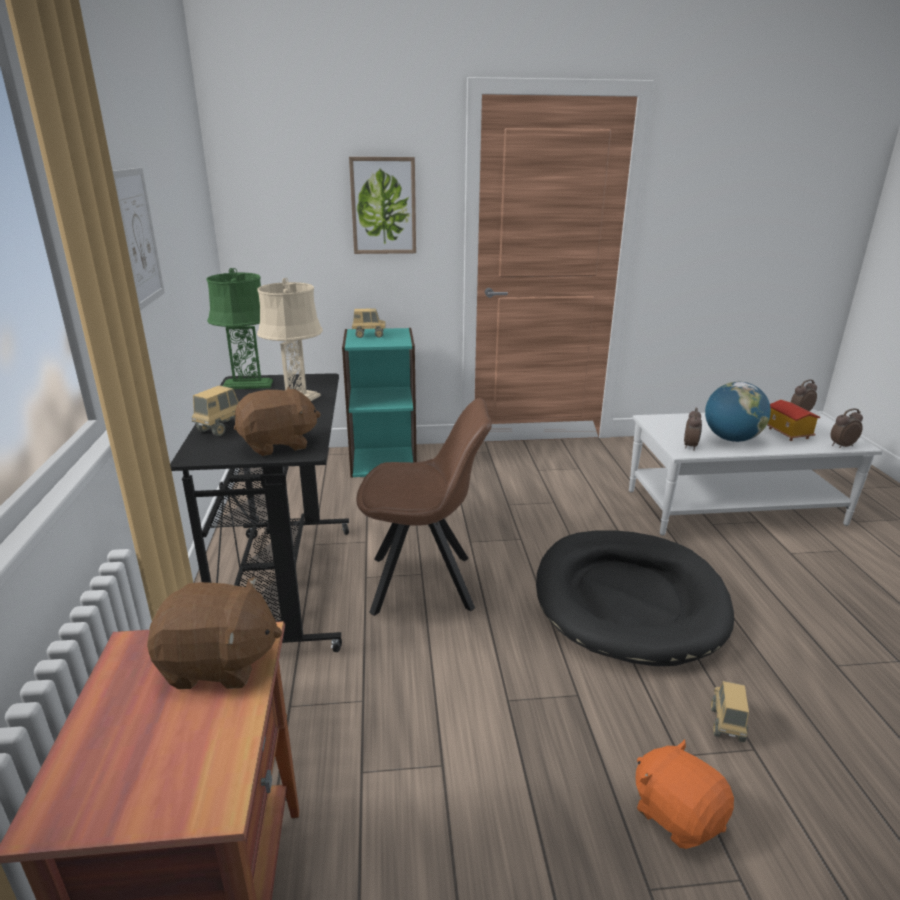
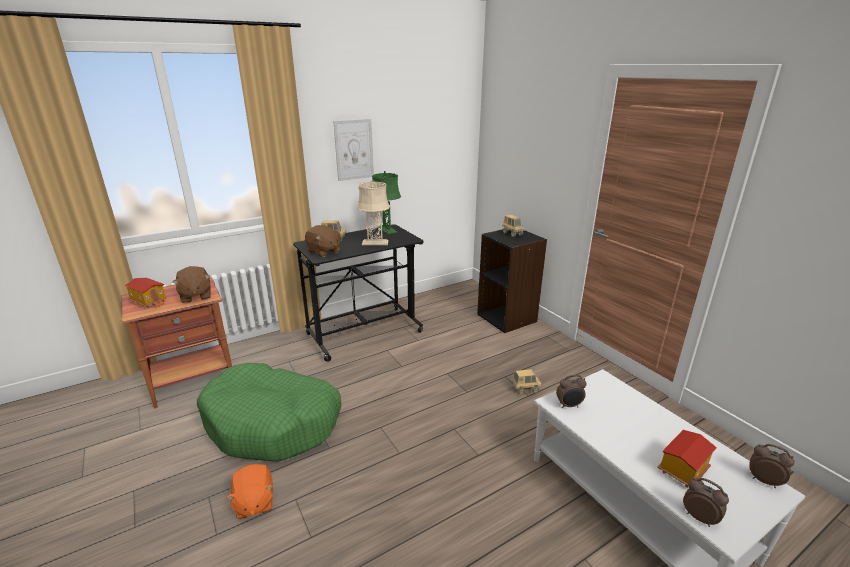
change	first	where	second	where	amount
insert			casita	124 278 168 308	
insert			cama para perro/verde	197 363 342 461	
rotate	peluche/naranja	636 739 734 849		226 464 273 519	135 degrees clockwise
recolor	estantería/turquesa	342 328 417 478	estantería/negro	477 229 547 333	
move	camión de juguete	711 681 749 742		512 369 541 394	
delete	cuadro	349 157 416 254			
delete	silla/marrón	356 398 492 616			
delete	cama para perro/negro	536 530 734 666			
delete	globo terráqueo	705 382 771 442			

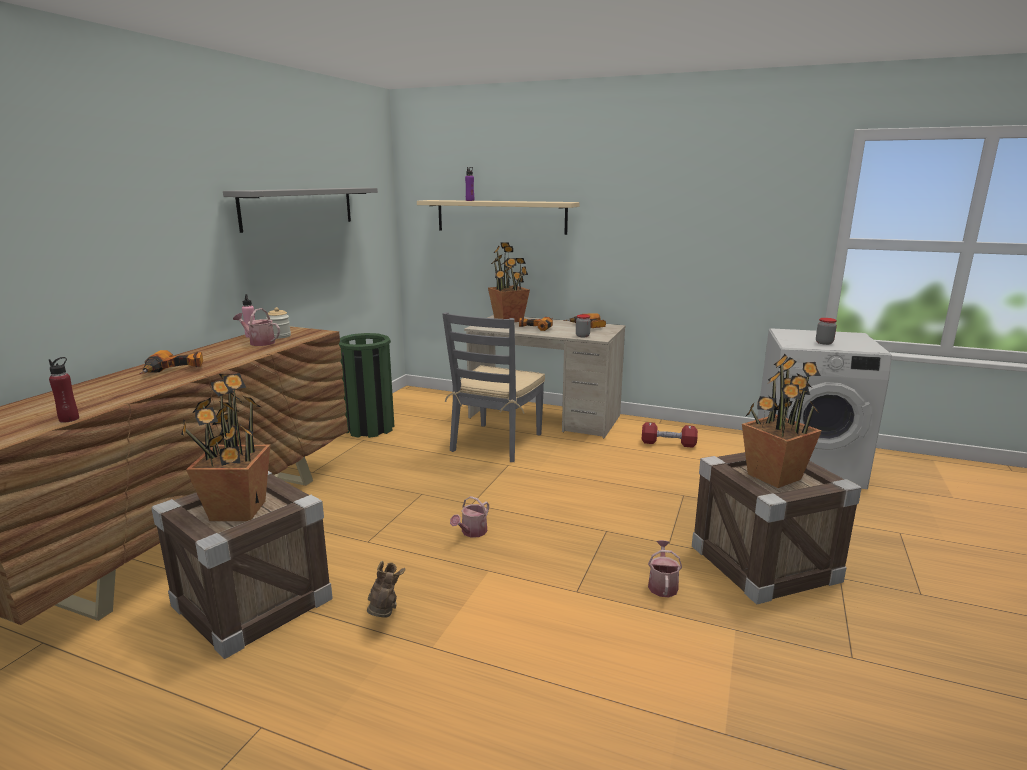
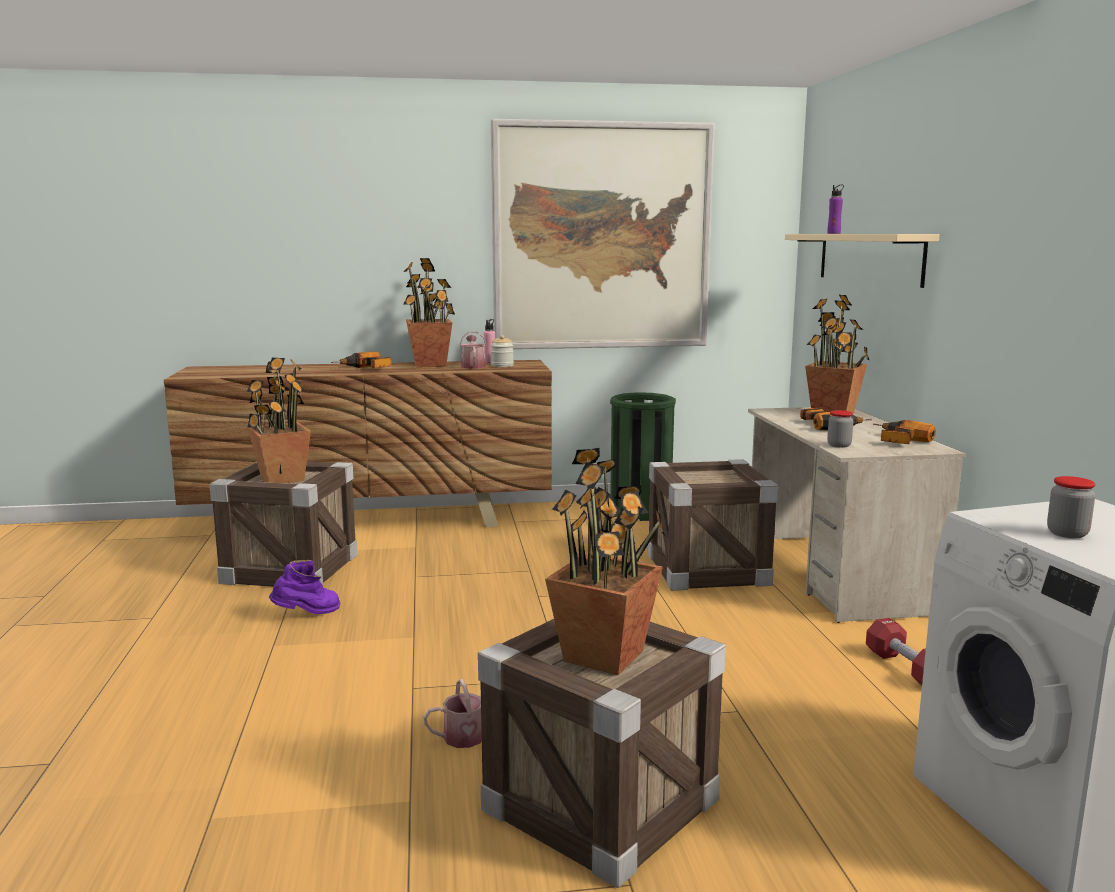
change	first	where	second	where	amount
recolor	bota/marrón	367 561 406 617	bota/morado	269 560 340 614	
insert			planta en maceta	403 258 455 368	
replace	estante/gris	223 188 378 233	cuadro	491 119 715 349	
replace	silla/gris	442 312 545 462	caja de embalaje	647 459 779 591	
delete	botella/rojo	49 357 79 423			
delete	regadera	450 496 489 538			

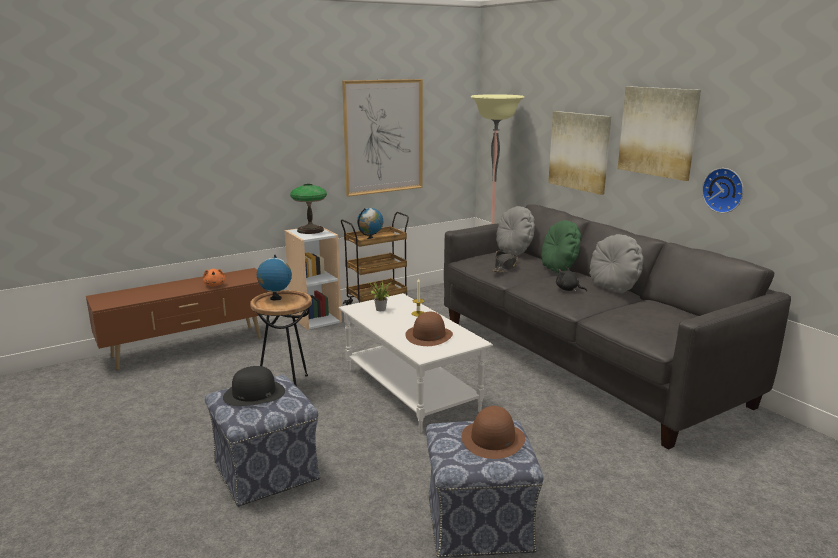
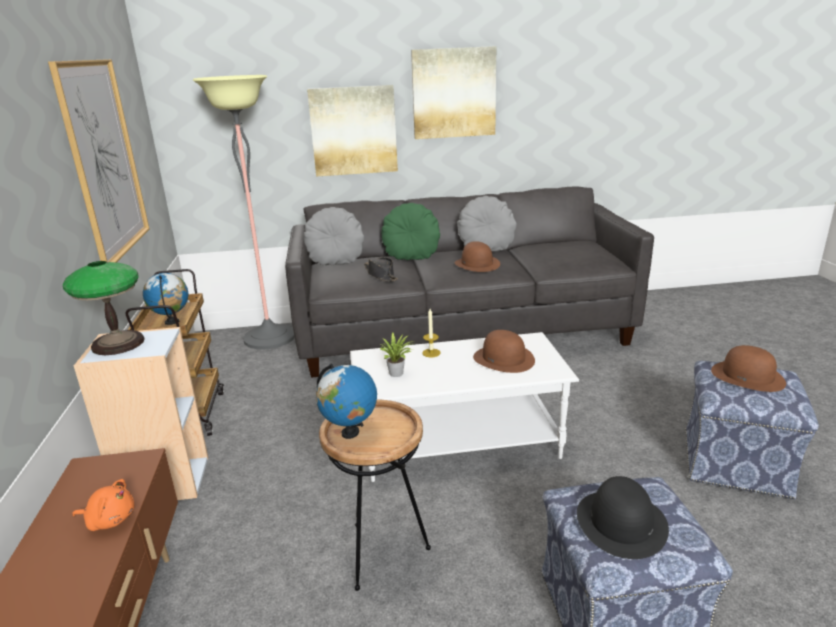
change	first	where	second	where	amount
replace	peluche/negro	556 267 587 292	sombrero/marrón	454 241 500 272	
delete	reloj de pared	702 168 744 213			

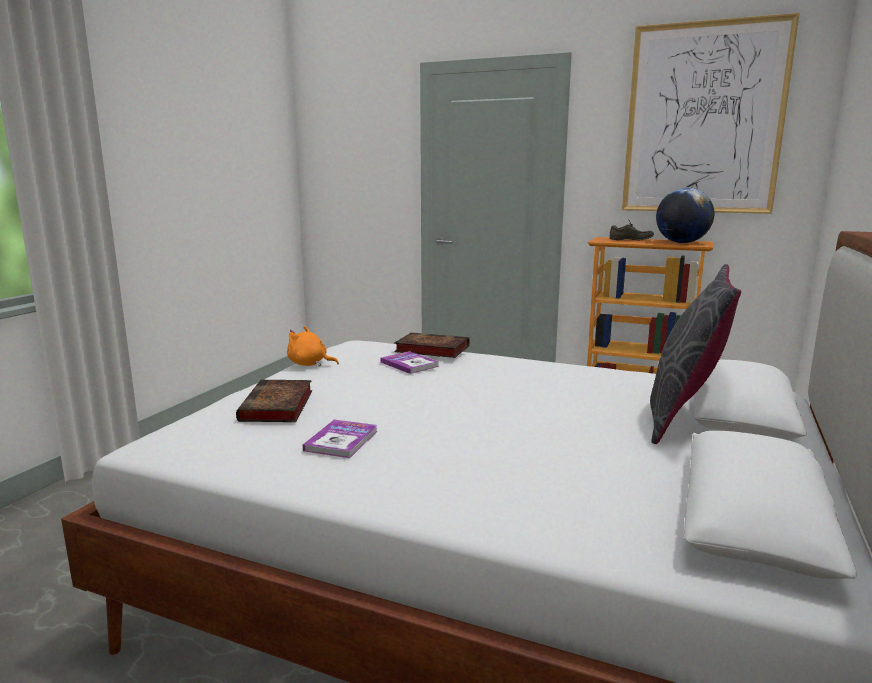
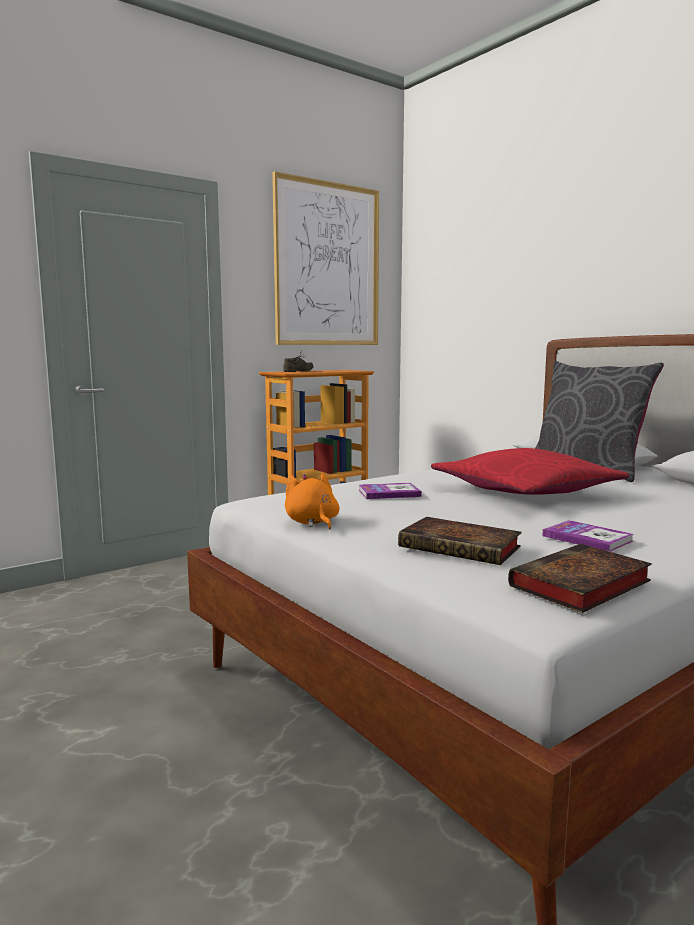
change	first	where	second	where	amount
rotate	peluche/naranja	287 326 339 366		285 472 340 530	105 degrees clockwise
insert			cojín/rojo	431 448 629 495	
move	libro	394 332 470 358		508 544 652 613	
delete	globo terráqueo	656 188 714 243			

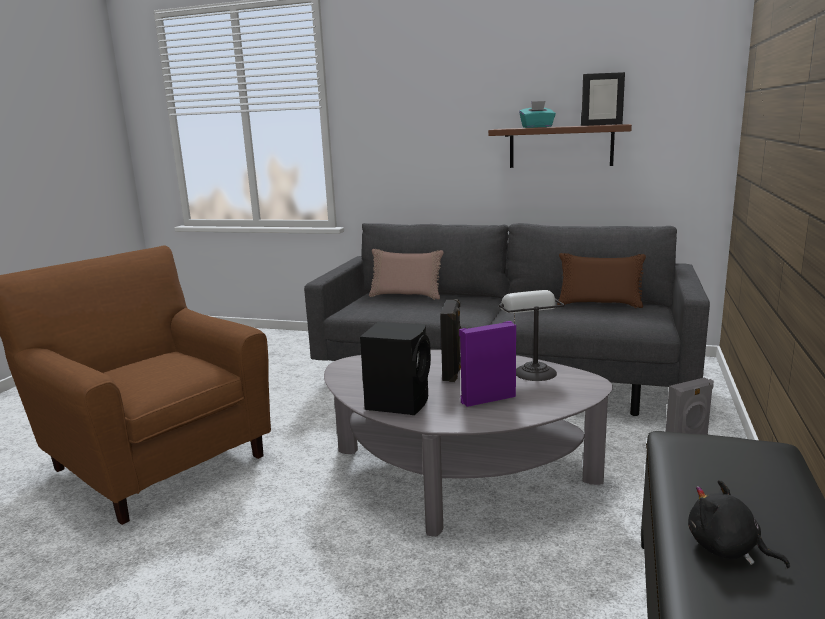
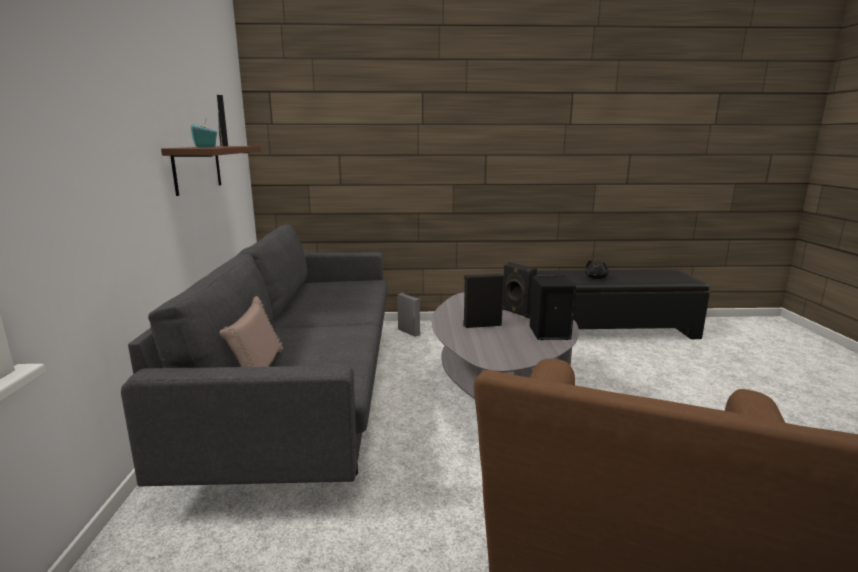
change	first	where	second	where	amount
recolor	altavoz/morado	459 321 516 407	altavoz/negro	502 262 537 318	
delete	lámpara de mesa	499 290 565 381			
delete	cojín/marrón	557 253 646 309			

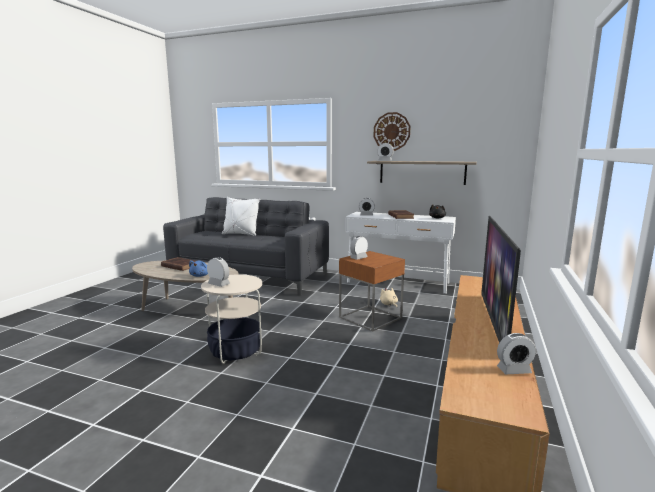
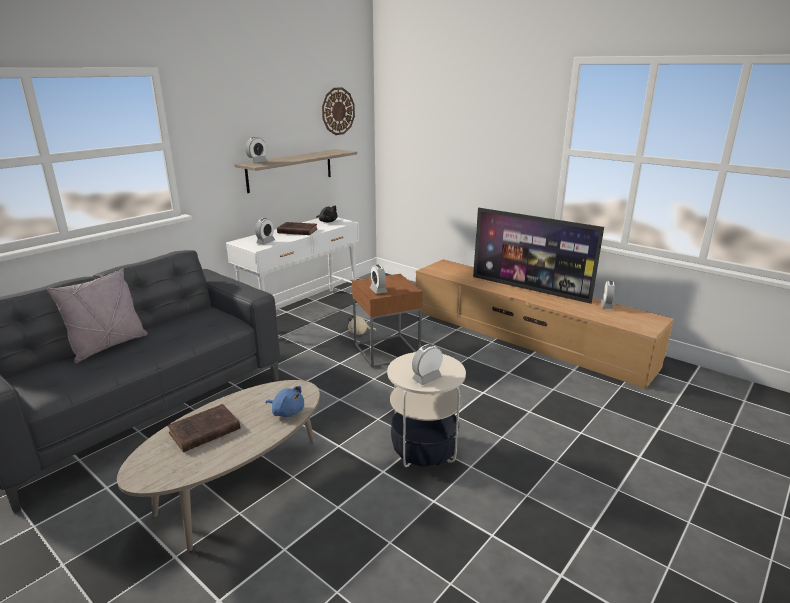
change	first	where	second	where	amount
recolor	cojín/blanco	222 197 260 236	cojín/morado	47 268 148 363	
move	reloj de pared	374 112 411 151		322 87 355 135	

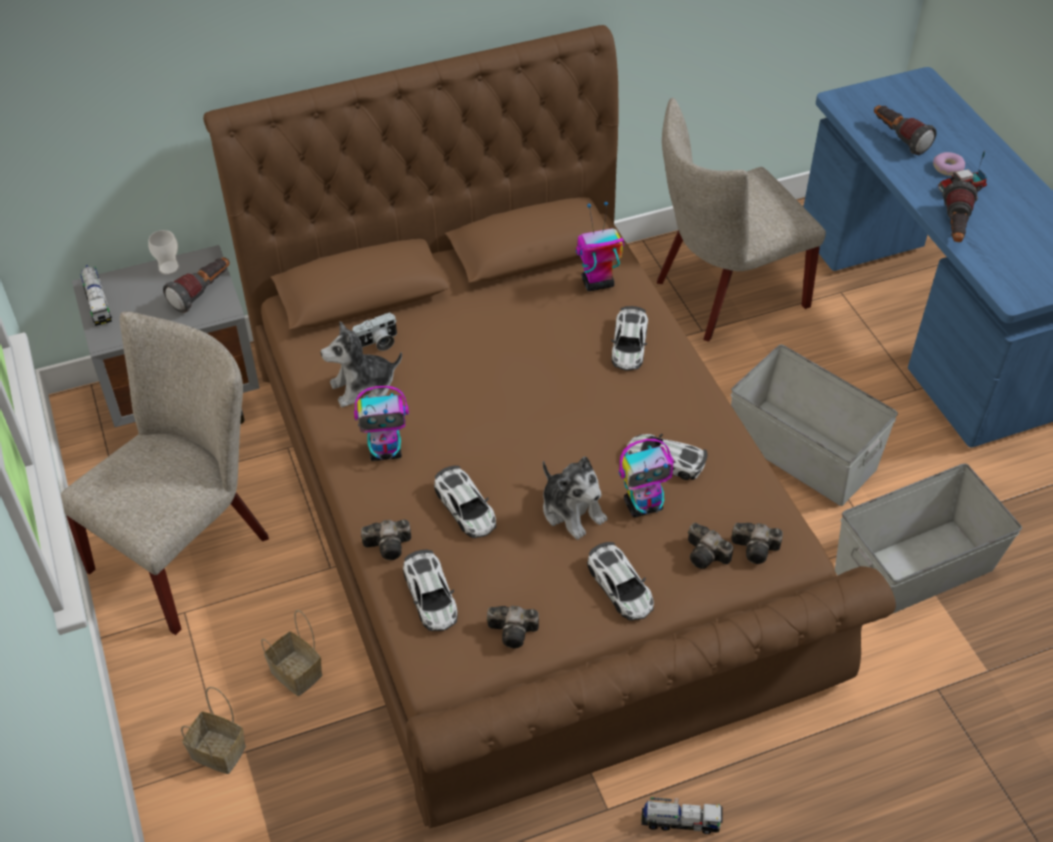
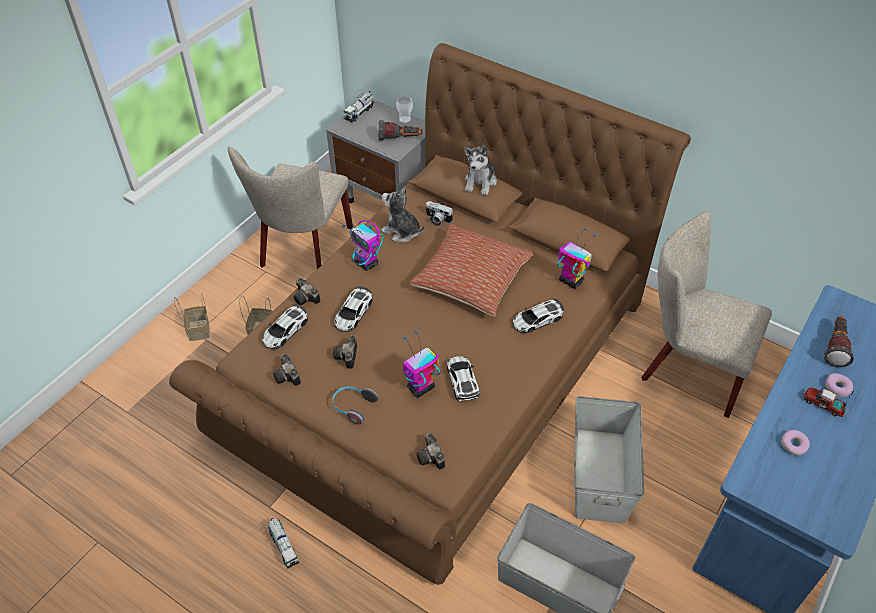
change	first	where	second	where	amount
rotate	silla/beis	60 311 269 635		227 146 353 269	105 degrees clockwise
replace	coche de juguete	587 542 654 621	auriculares	332 386 379 425	
move	cámara	688 523 734 569		333 335 357 369	
rotate	robot de juguete	619 439 674 518		403 330 441 398	105 degrees clockwise
insert			cojín	409 224 533 316	
move	peluche	543 456 607 540		464 145 497 195	
insert			rosquilla	781 430 810 455	
delete	linterna	942 181 978 242			

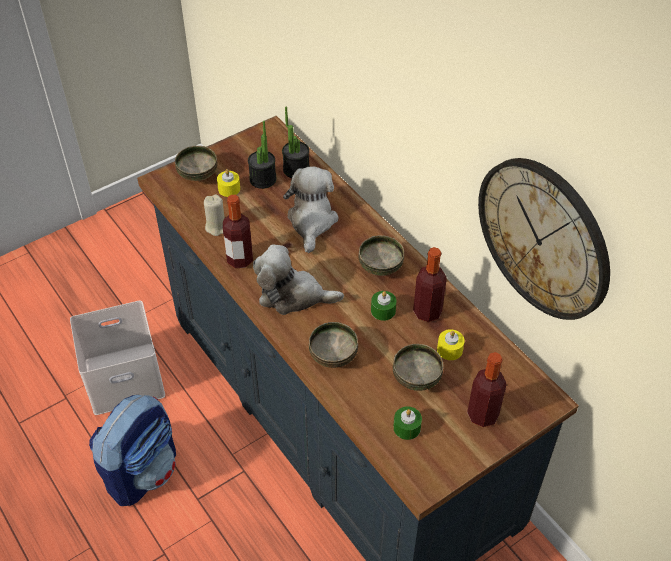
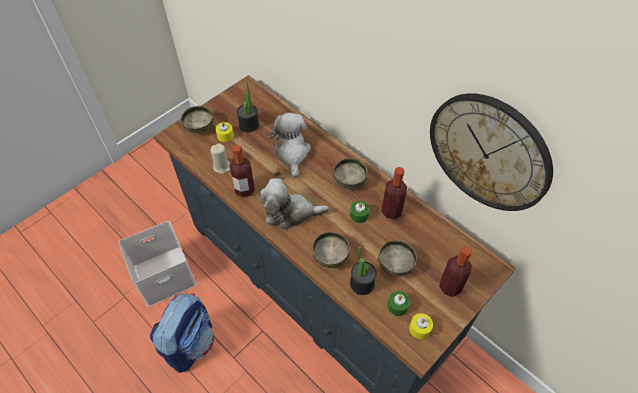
change	first	where	second	where	amount
move	planta en maceta	282 107 310 178		350 246 377 295	
move	vela/amarillo	437 329 465 360		409 313 433 339	

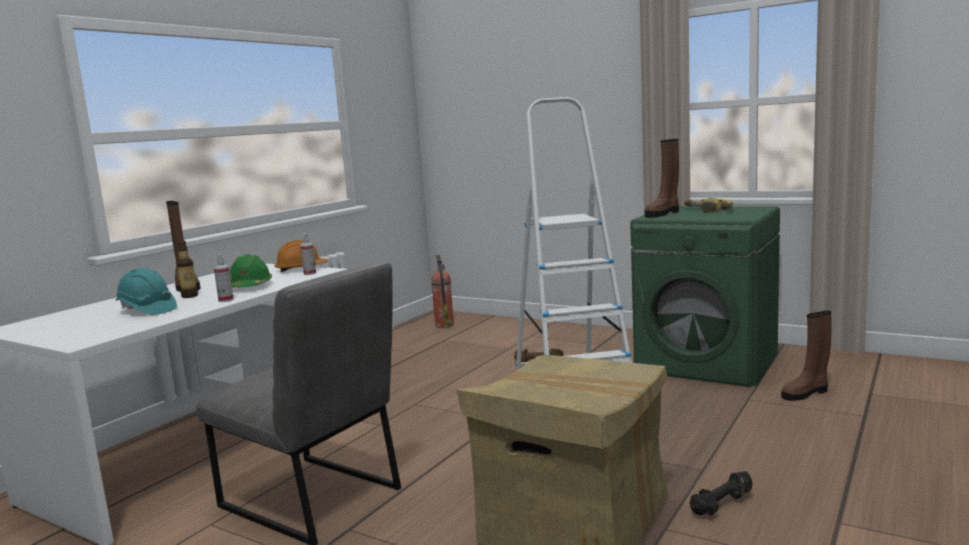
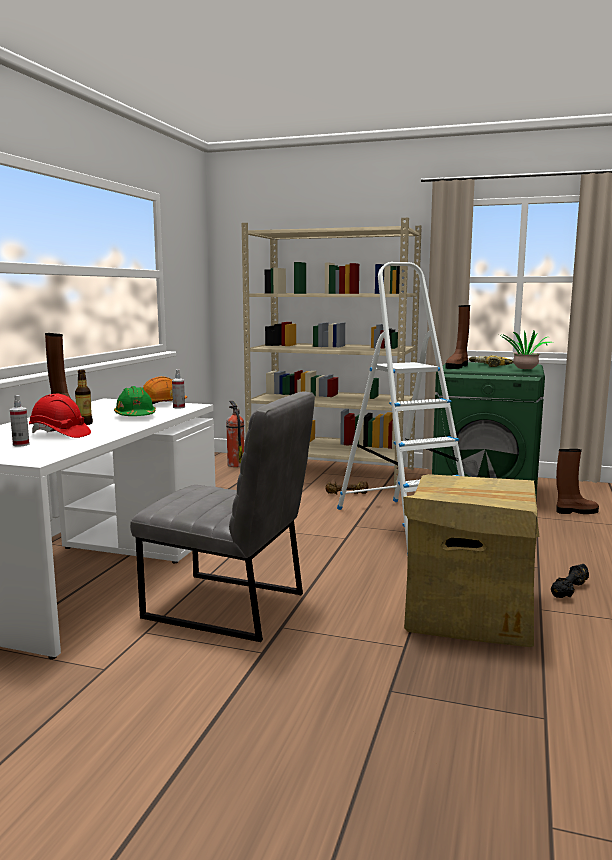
change	first	where	second	where	amount
move	pulverizador	214 254 234 302		10 395 30 447	
recolor	casco/turquesa	115 268 177 315	casco/rojo	29 394 91 438	
insert			estantería/beis	242 218 422 490	
insert			planta en maceta	501 330 551 370	
rotate	bota/marrón	781 311 832 401		556 449 599 514	150 degrees counterclockwise

